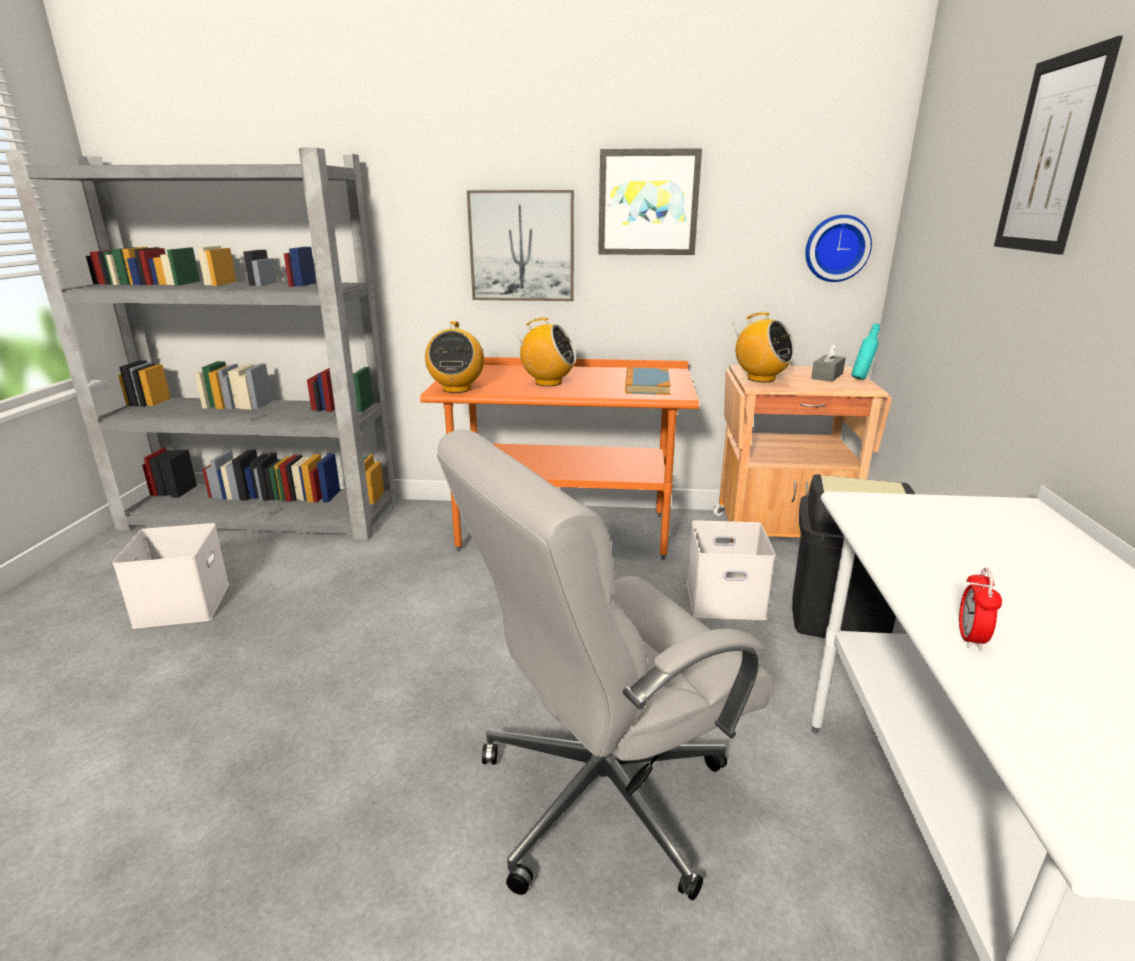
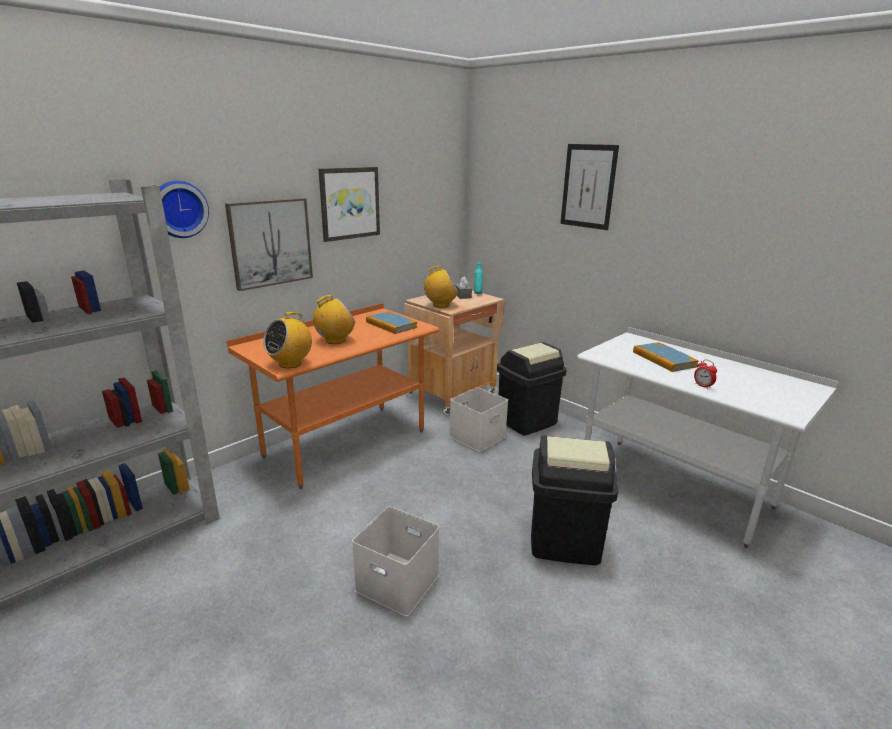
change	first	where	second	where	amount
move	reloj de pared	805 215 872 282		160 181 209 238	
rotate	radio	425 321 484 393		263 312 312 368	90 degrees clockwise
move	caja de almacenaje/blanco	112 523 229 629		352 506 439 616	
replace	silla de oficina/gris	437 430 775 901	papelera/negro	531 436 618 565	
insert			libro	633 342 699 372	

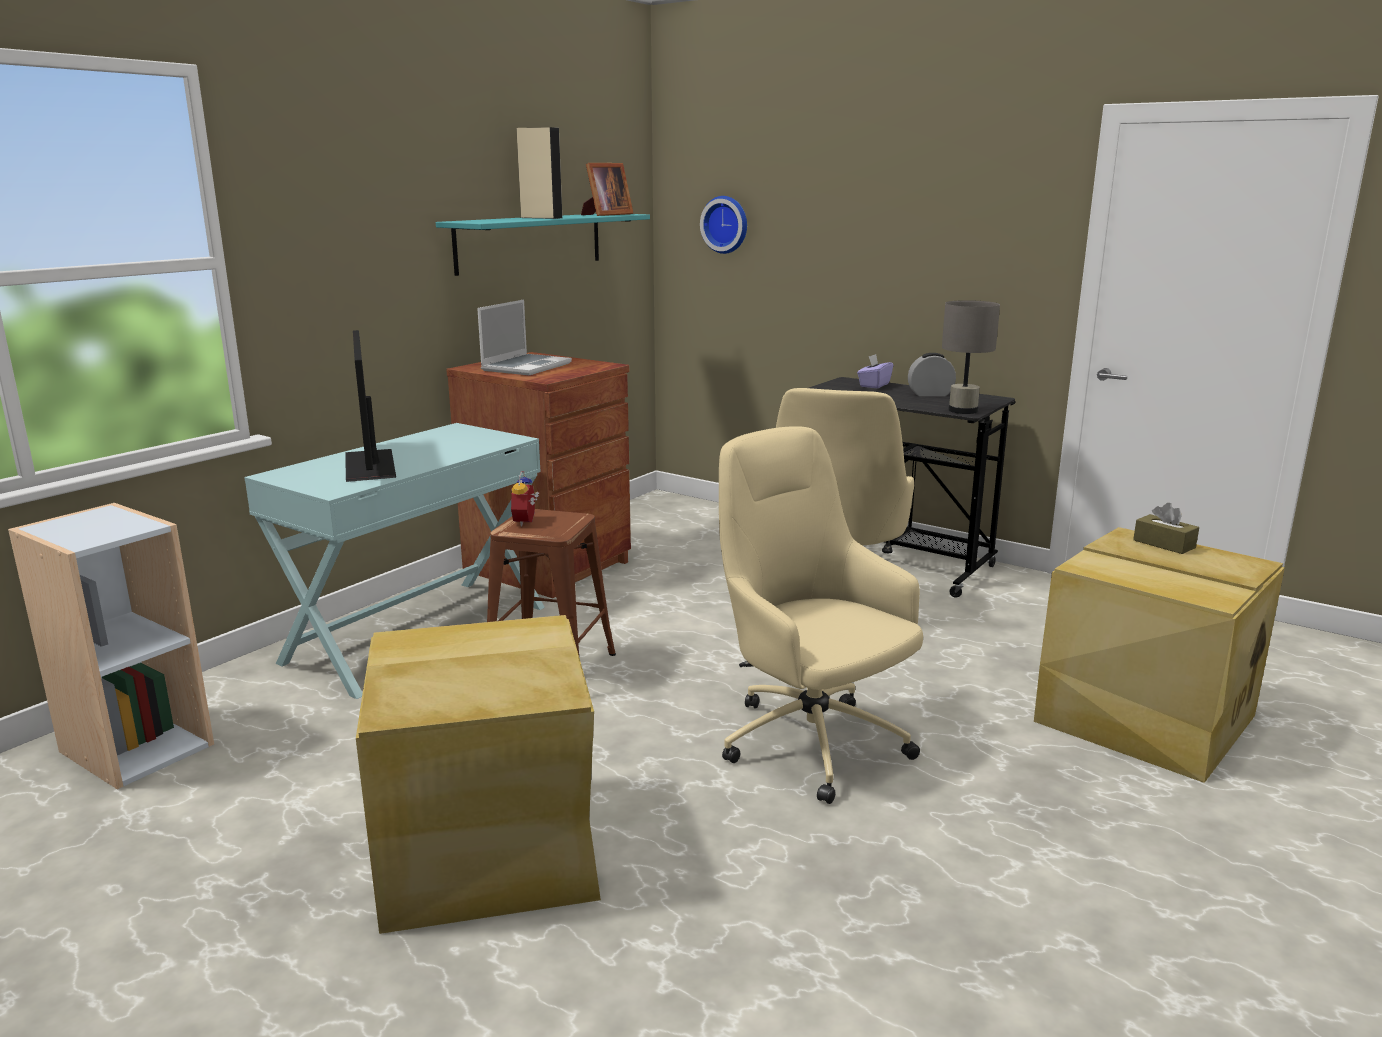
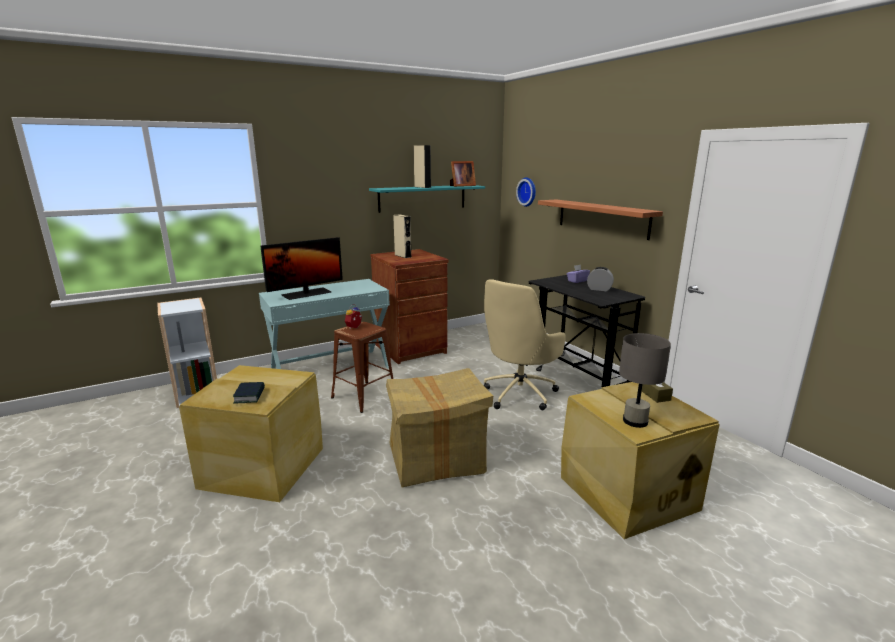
change	first	where	second	where	amount
insert			libro	233 382 265 403	
rotate	monitor	345 330 396 482		260 237 343 300	135 degrees counterclockwise
replace	silla de oficina/beis	719 426 923 804	caja de cartón	386 368 493 487	
replace	portátil	477 299 572 375	altavoz/beis	393 214 411 258	
insert			estante	538 199 663 240	
move	lámpara de mesa/gris	942 300 1000 414		619 333 671 428	

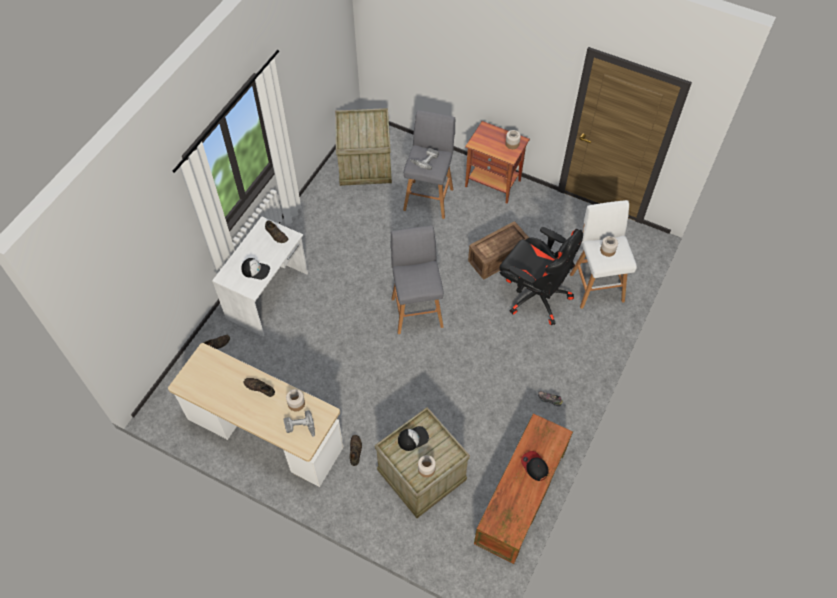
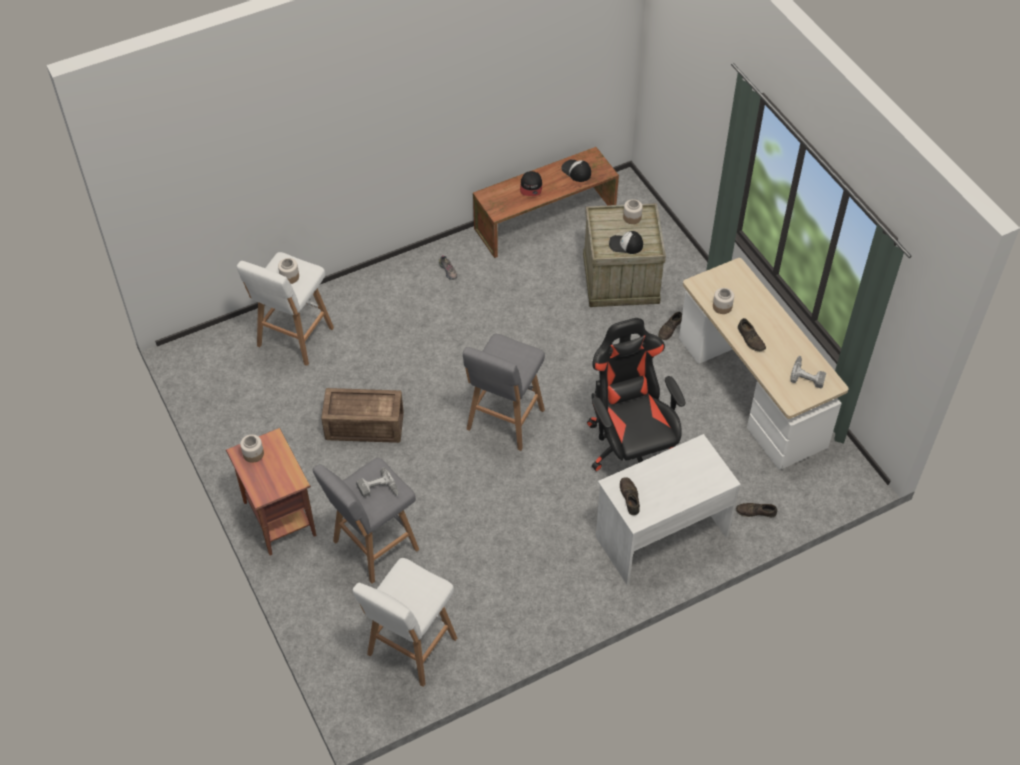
change	first	where	second	where	amount
replace	caja de embalaje	335 108 392 186	taburete/blanco	353 558 457 687	
move	gorra	241 258 270 280		561 159 591 182	
move	silla de oficina/negro	499 227 583 325		587 318 685 471	
move	taladro	283 410 315 437		790 356 826 388	

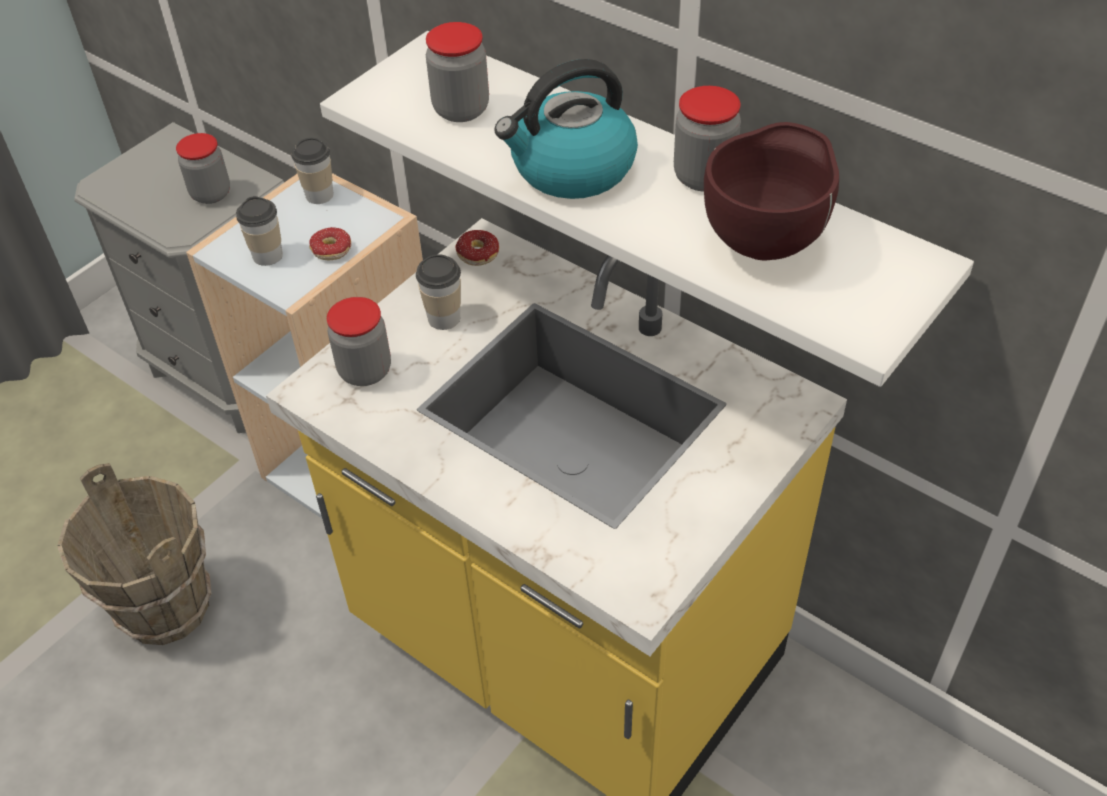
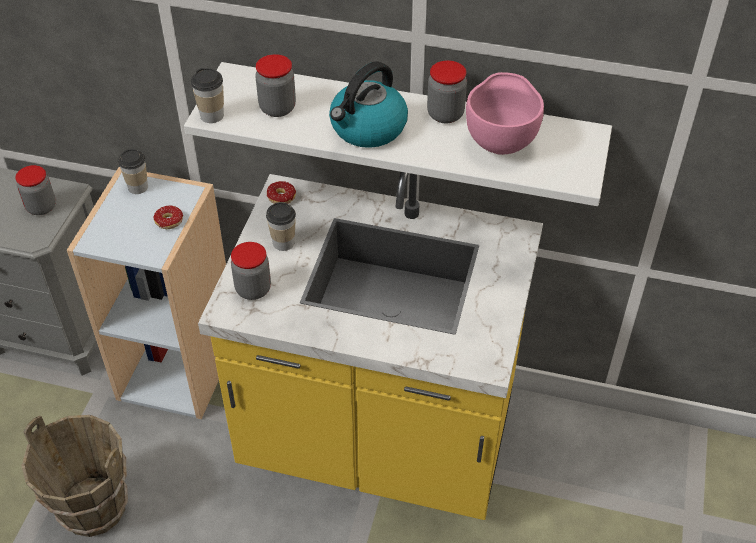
change	first	where	second	where	amount
move	taza	236 196 283 266		191 68 224 123	
recolor	cuenco/marrón	704 122 839 260	cuenco/rosa	466 72 544 155	

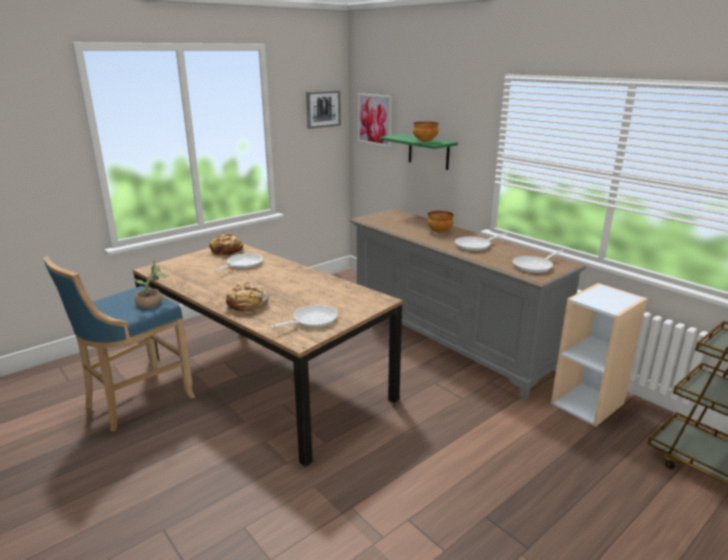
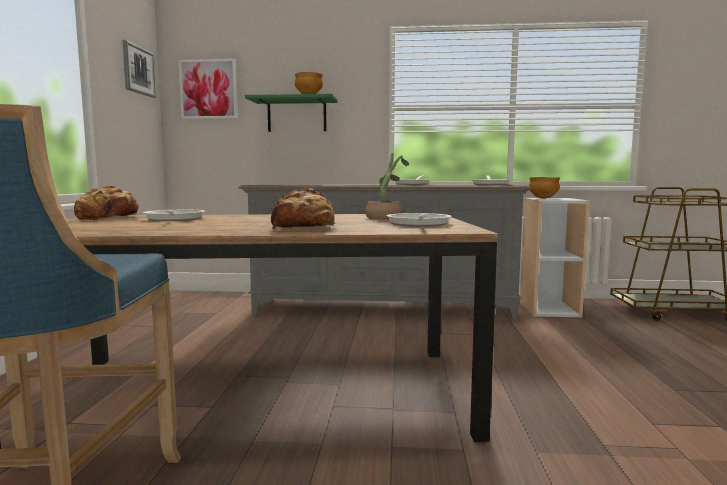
change	first	where	second	where	amount
move	planta en maceta	134 260 169 308		365 153 409 220	
move	cuenco	427 211 454 233		529 177 560 199	

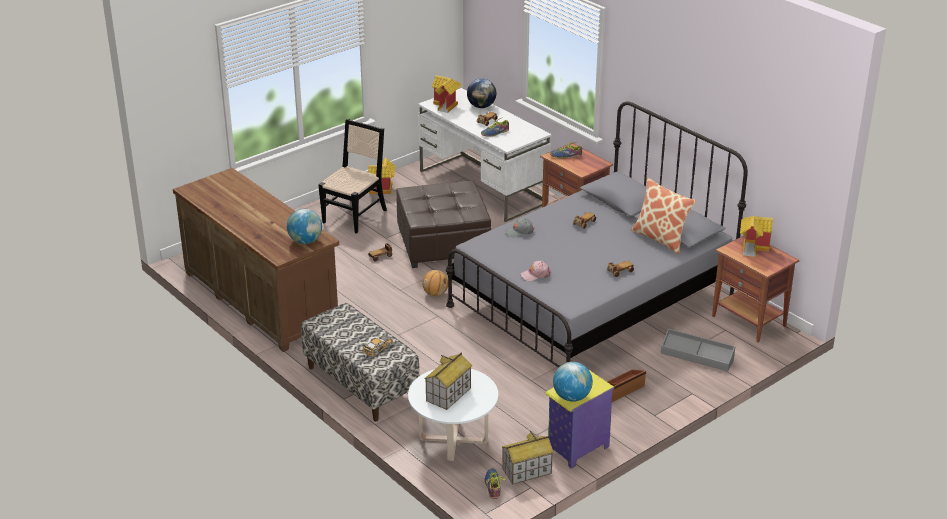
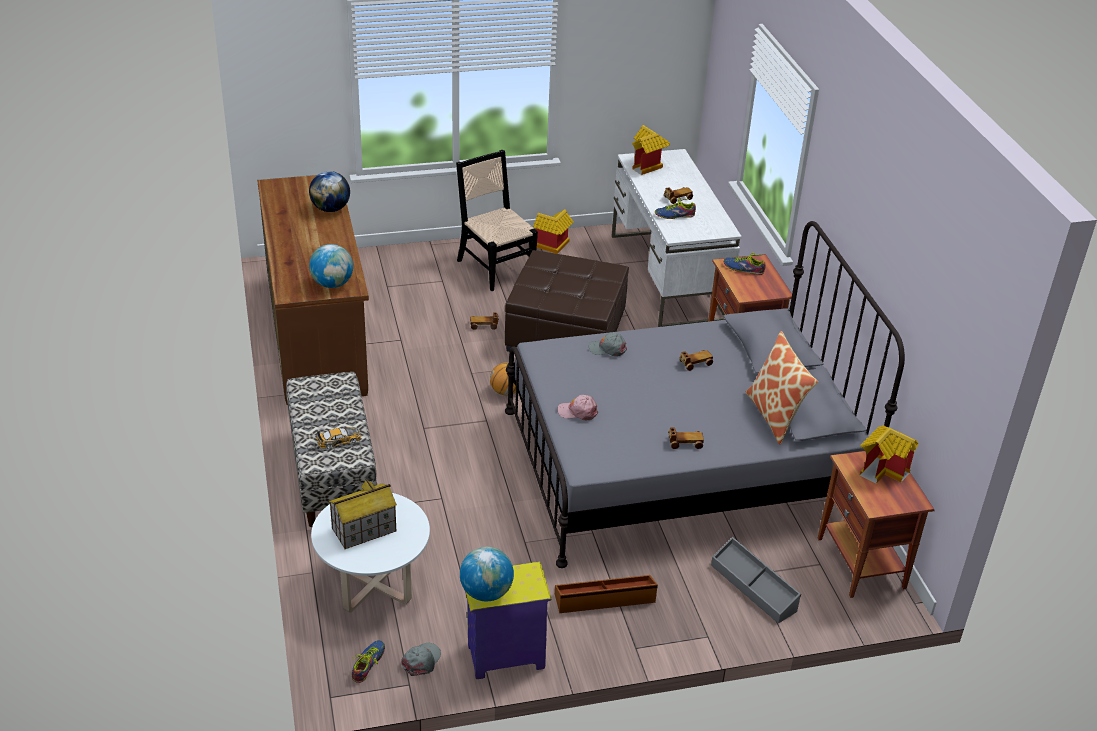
change	first	where	second	where	amount
move	globo terráqueo	467 79 496 108		309 171 350 212	
replace	casita	502 431 554 485	gorra/gris	401 643 441 676	
rotate	silla	318 119 387 234		456 150 538 291	90 degrees counterclockwise

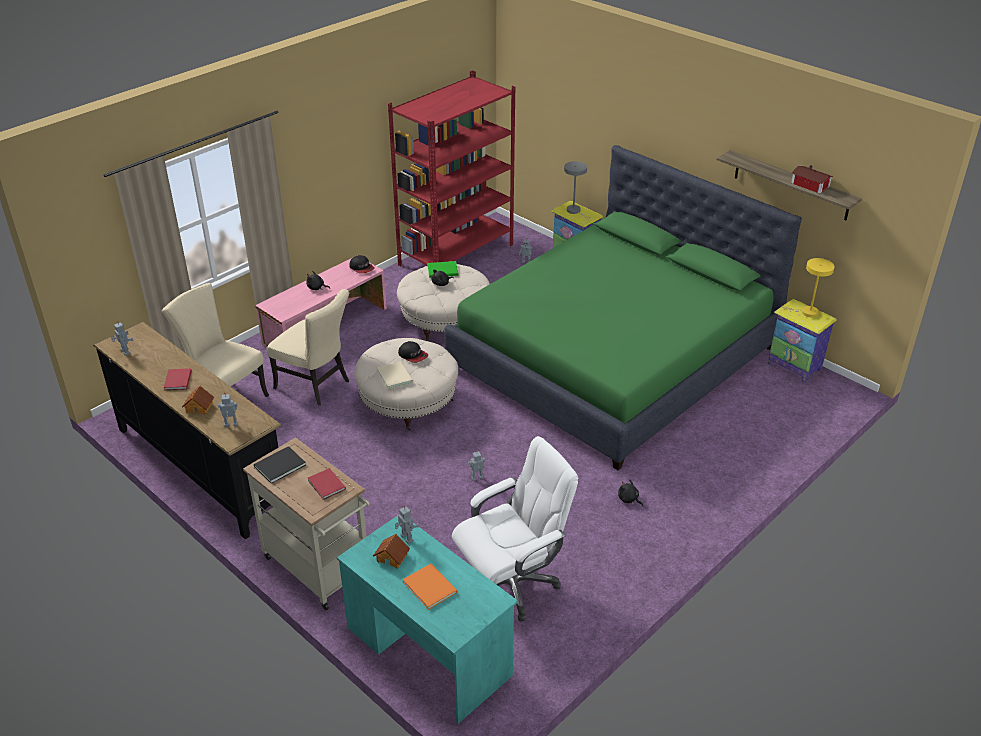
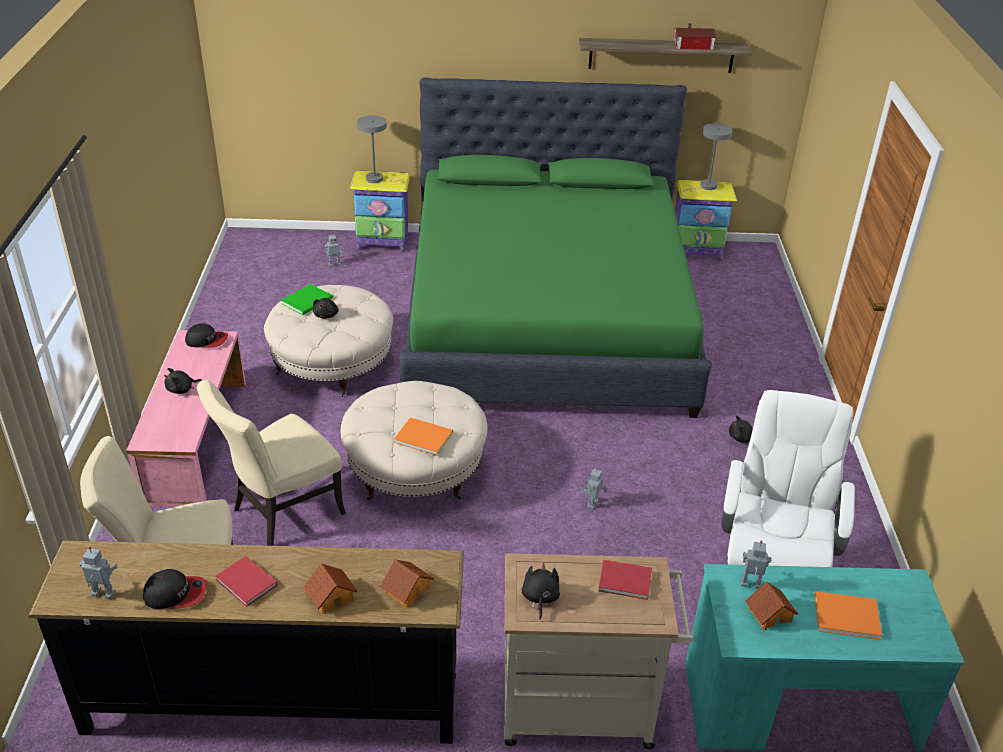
change	first	where	second	where	amount
move	gorra	398 341 428 363		143 569 207 609	
rotate	silla/beis	266 289 349 406		197 380 346 546	150 degrees clockwise
replace	robot de juguete	218 393 238 427	casita	380 559 434 608	
recolor	libro/beis	377 361 413 389	libro/naranja	394 417 453 456	
replace	libro/negro	254 446 306 484	peluche/negro	522 563 560 620	
recolor	lámpara de mesa/amarillo	782 258 835 317	lámpara de mesa/gris	682 123 733 192	
delete	estantería/rojo	388 70 515 266			

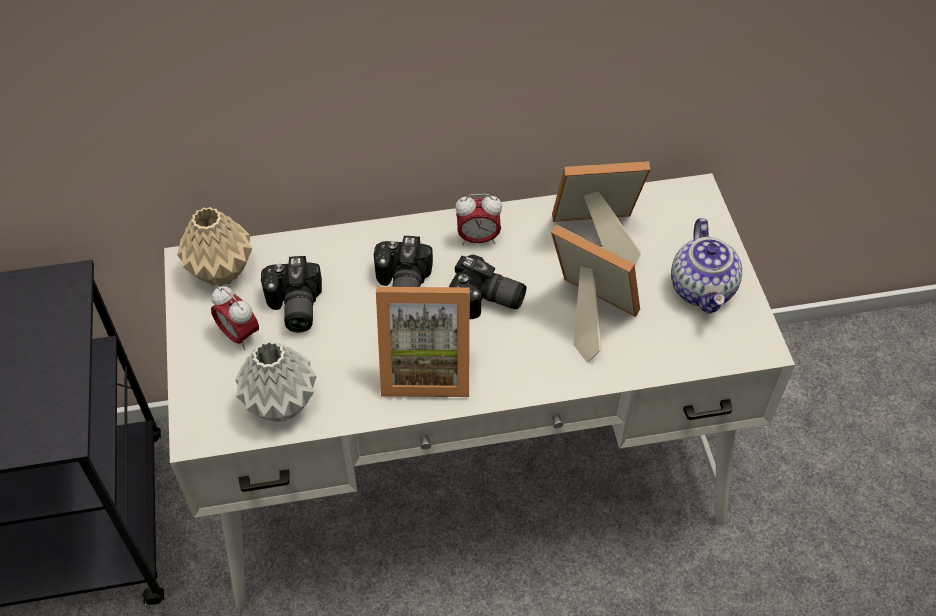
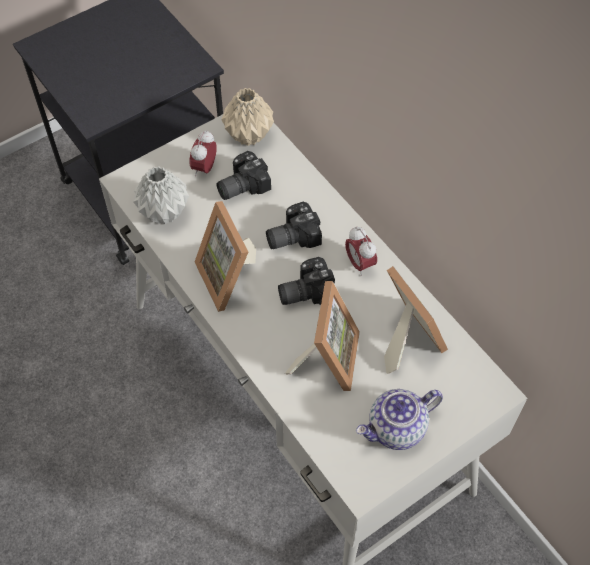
change	first	where	second	where	amount
rotate	cámara	449 254 526 319		278 257 335 305	75 degrees clockwise

